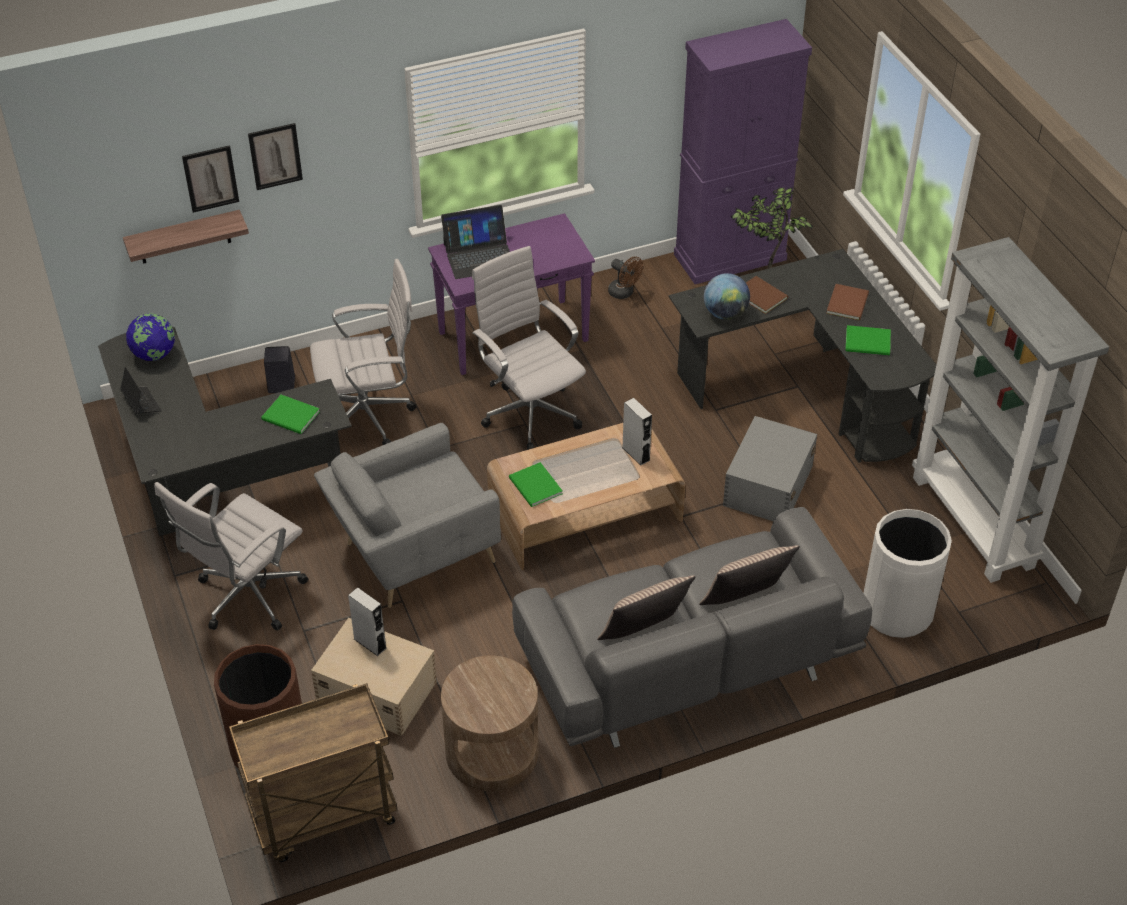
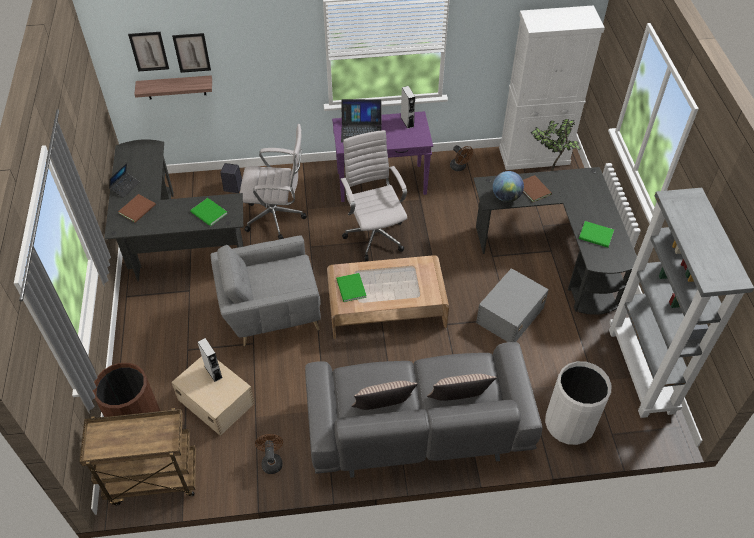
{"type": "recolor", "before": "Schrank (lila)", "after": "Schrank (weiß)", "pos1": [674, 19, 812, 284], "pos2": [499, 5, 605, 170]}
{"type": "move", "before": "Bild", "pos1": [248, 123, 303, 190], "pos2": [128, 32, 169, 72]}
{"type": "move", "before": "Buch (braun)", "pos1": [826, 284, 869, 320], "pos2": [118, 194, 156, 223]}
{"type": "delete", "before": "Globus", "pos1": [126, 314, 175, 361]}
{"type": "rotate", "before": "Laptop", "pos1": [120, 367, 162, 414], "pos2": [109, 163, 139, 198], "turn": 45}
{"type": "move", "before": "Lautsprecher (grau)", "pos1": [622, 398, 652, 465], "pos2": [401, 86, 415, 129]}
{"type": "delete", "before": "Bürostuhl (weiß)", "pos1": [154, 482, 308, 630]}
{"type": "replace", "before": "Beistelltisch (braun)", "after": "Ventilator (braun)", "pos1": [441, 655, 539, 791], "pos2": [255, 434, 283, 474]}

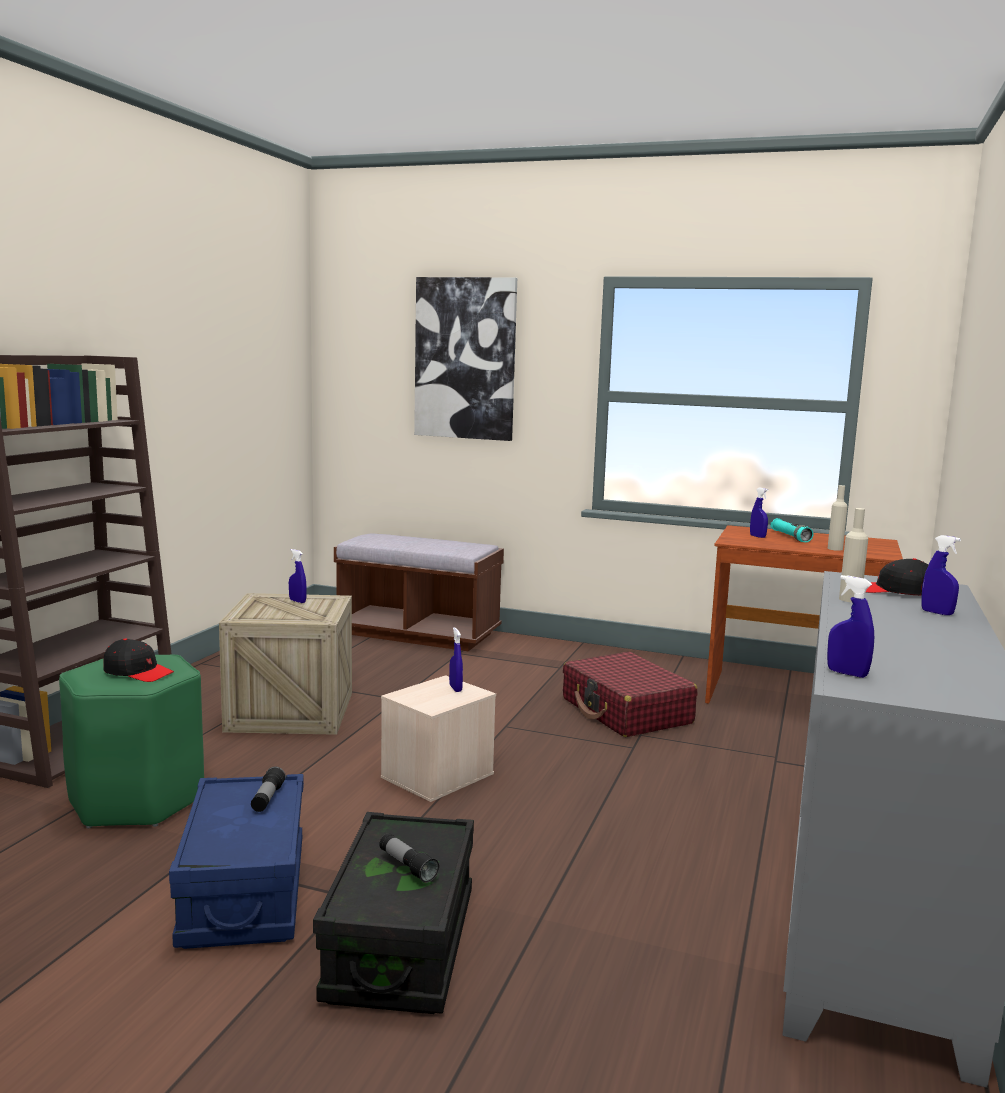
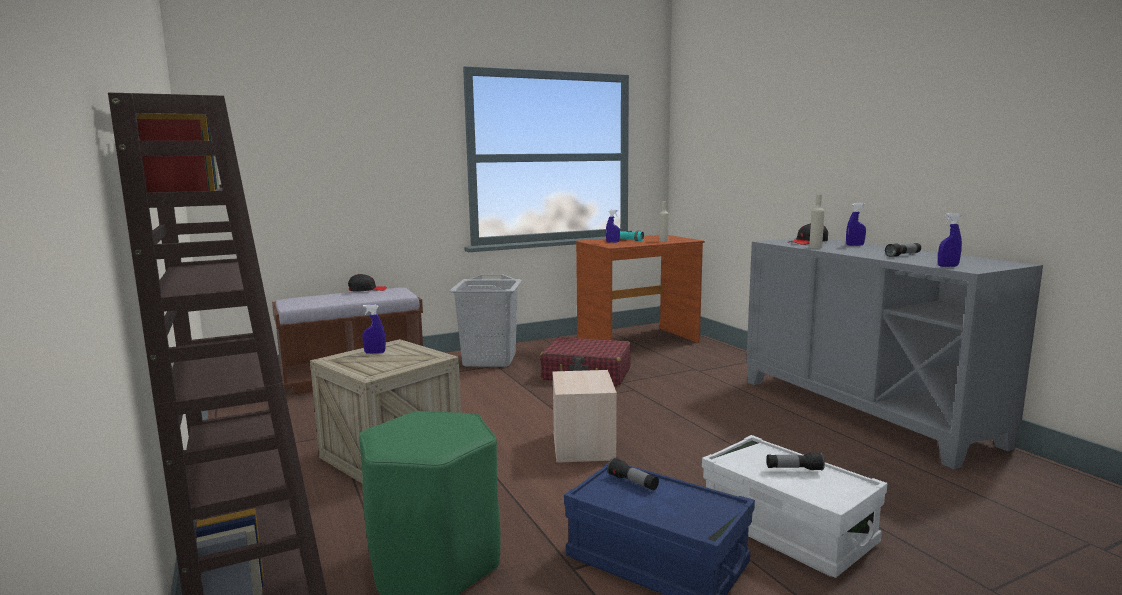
{"type": "delete", "before": "Bild", "pos1": [414, 277, 517, 441]}
{"type": "delete", "before": "Sprühflasche (blau)", "pos1": [449, 627, 463, 692]}
{"type": "move", "before": "Kappe (schwarz)", "pos1": [104, 638, 174, 682], "pos2": [348, 274, 387, 292]}
{"type": "recolor", "before": "Aufbewahrungsbox (schwarz)", "after": "Aufbewahrungsbox (weiß)", "pos1": [313, 812, 474, 1014], "pos2": [702, 435, 887, 578]}
{"type": "insert", "after": "Taschenlampe", "pos2": [885, 243, 921, 257]}
{"type": "insert", "after": "Wäschekorb (grau)", "pos2": [449, 275, 522, 367]}

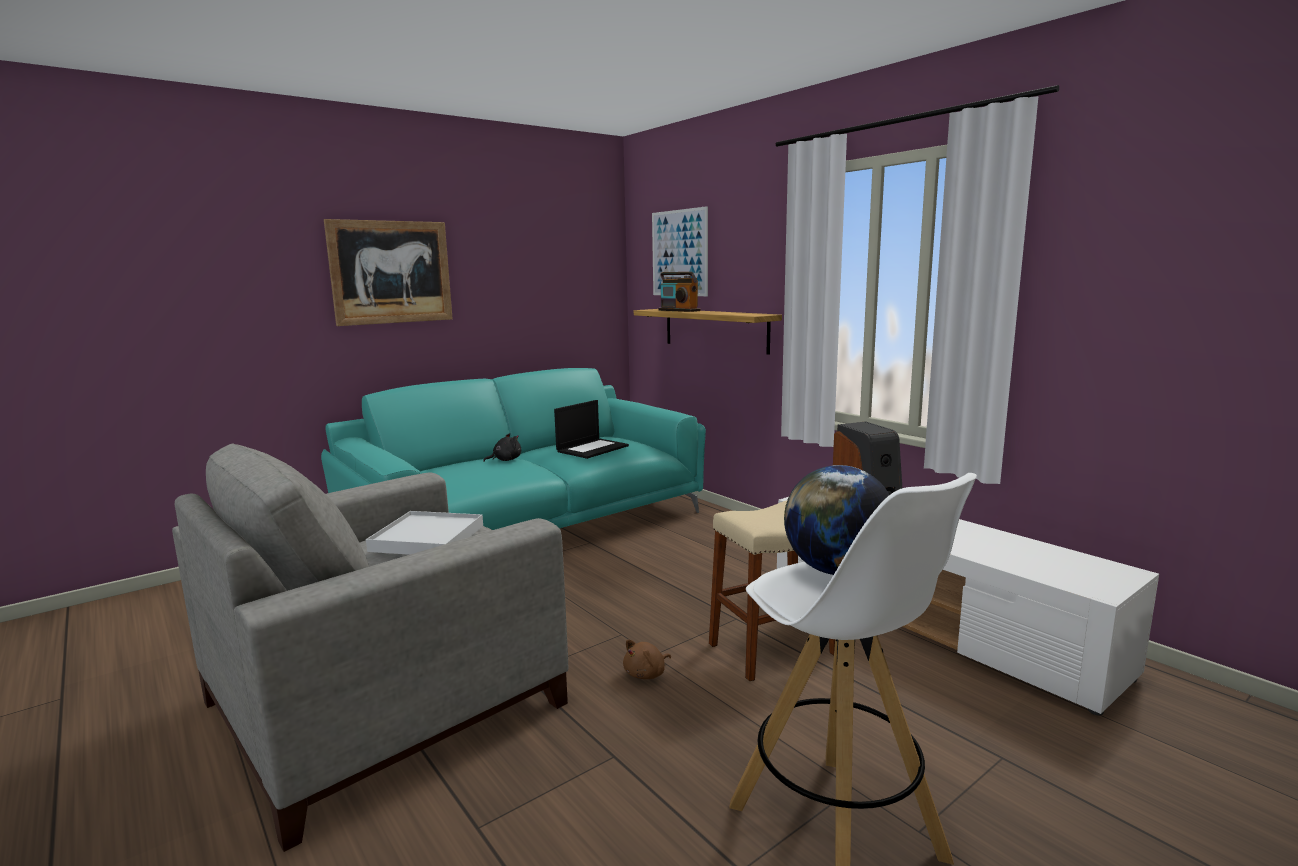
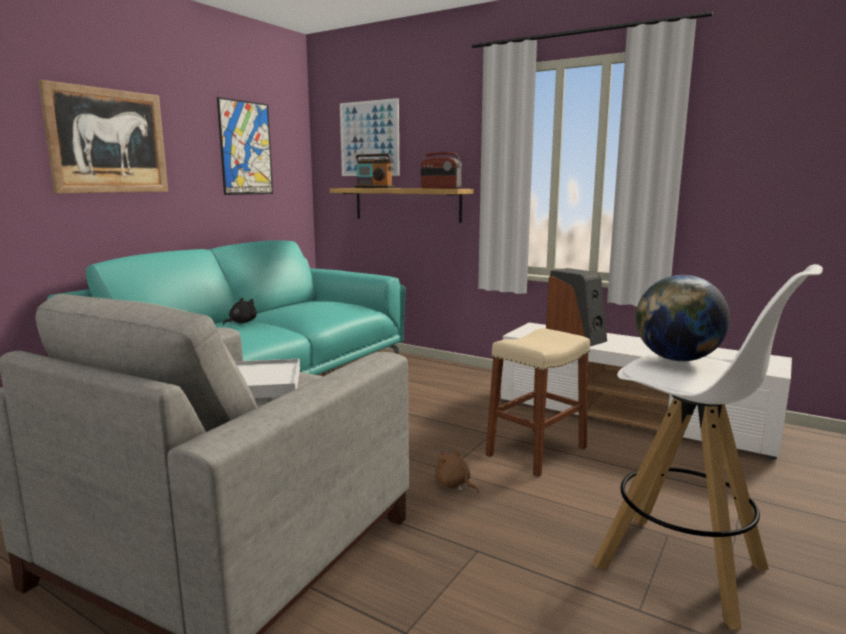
{"type": "delete", "before": "Laptop", "pos1": [554, 400, 629, 459]}
{"type": "rotate", "before": "Plüschtier (braun)", "pos1": [623, 640, 671, 679], "pos2": [435, 448, 479, 493], "turn": 105}
{"type": "insert", "after": "Bild", "pos2": [217, 97, 273, 195]}
{"type": "insert", "after": "Radio", "pos2": [421, 152, 462, 189]}

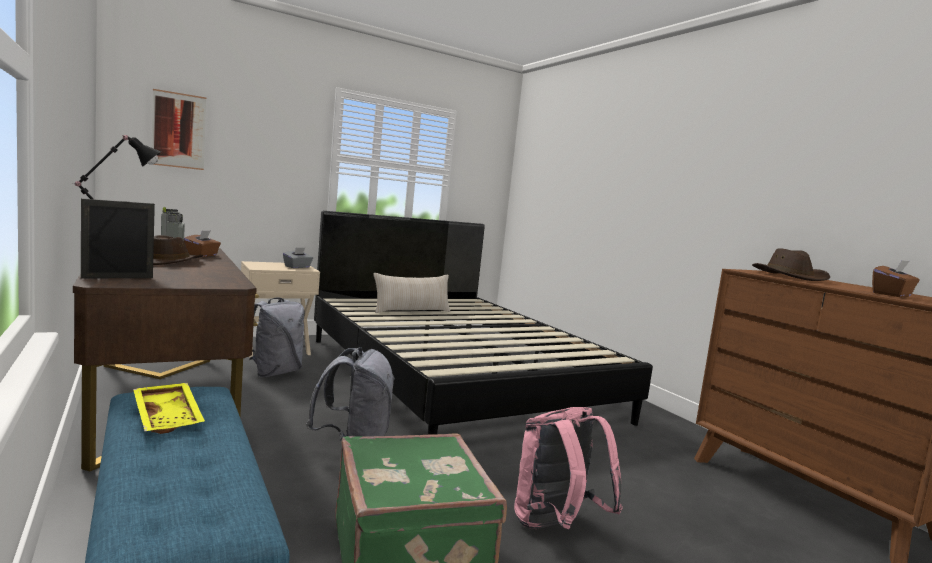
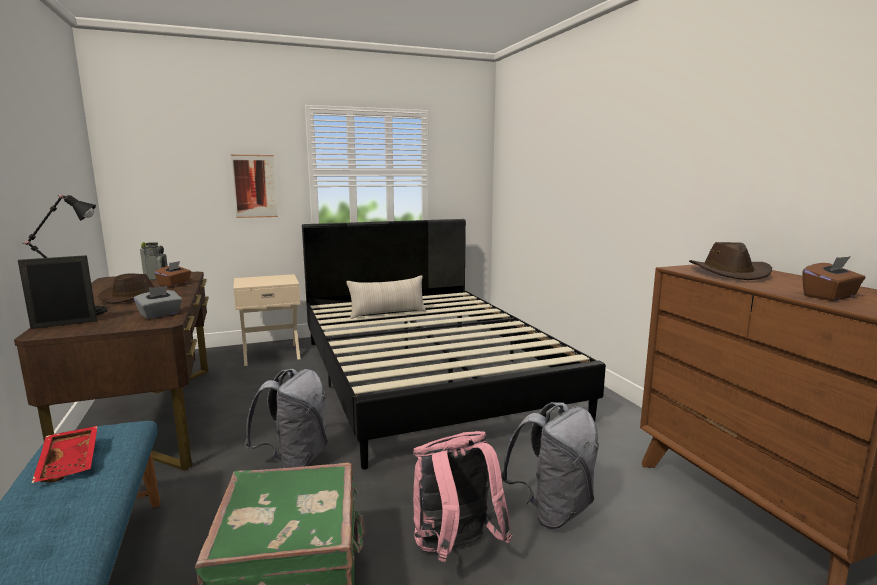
{"type": "move", "before": "Bild", "pos1": [152, 89, 206, 170], "pos2": [231, 155, 278, 218]}
{"type": "move", "before": "Taschentuchbox (grau)", "pos1": [283, 248, 313, 268], "pos2": [134, 286, 182, 319]}
{"type": "move", "before": "Rucksack (grau)", "pos1": [249, 298, 305, 377], "pos2": [501, 402, 599, 529]}
{"type": "recolor", "before": "Tablett (gelb)", "after": "Tablett (rot)", "pos1": [133, 383, 205, 434], "pos2": [32, 426, 98, 483]}

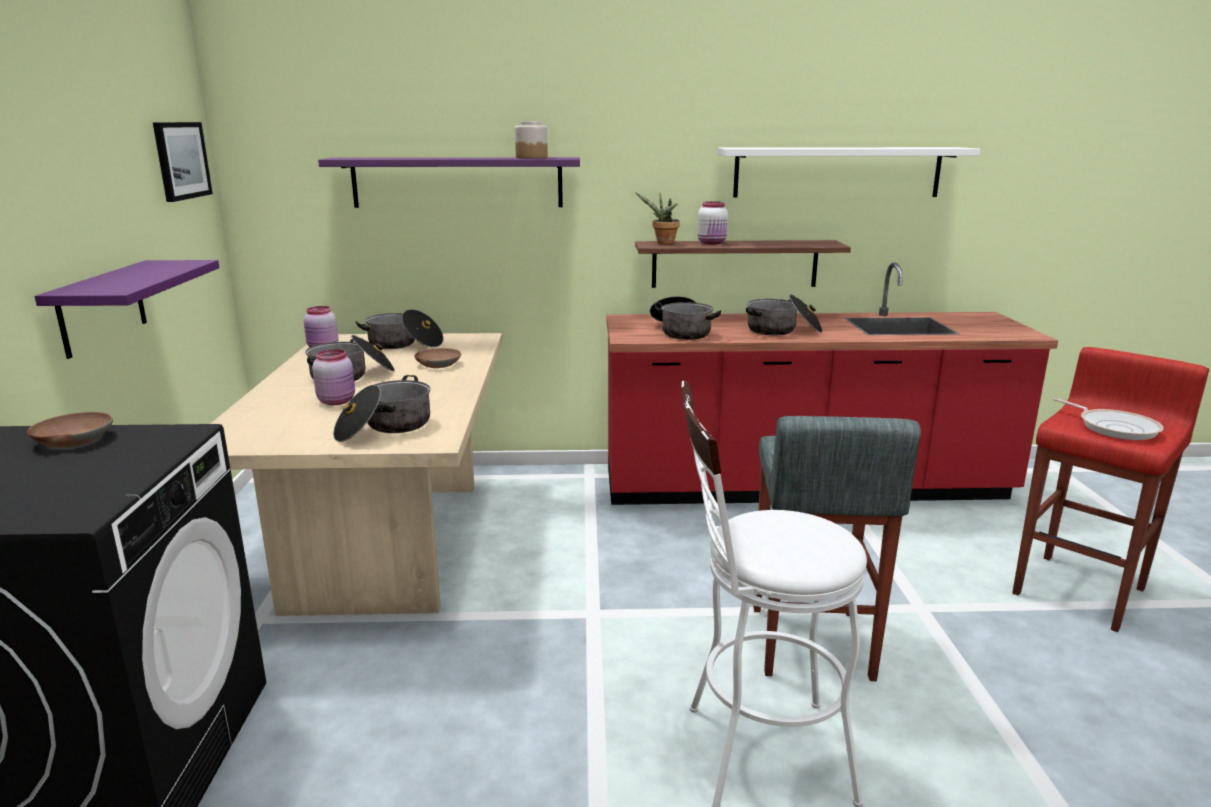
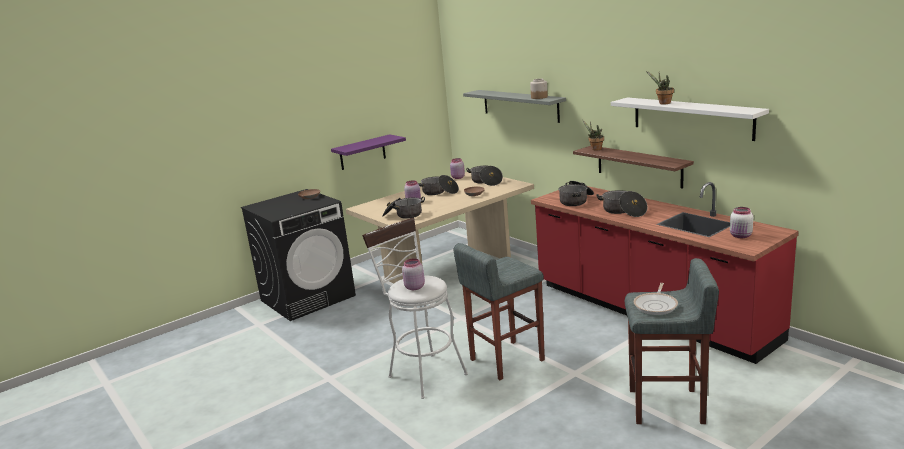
{"type": "delete", "before": "Bild", "pos1": [153, 122, 213, 202]}
{"type": "recolor", "before": "Wandregal (lila)", "after": "Wandregal (grau)", "pos1": [318, 157, 580, 208], "pos2": [463, 90, 566, 123]}
{"type": "move", "before": "Vorratsglas (weiß)", "pos1": [697, 201, 728, 244], "pos2": [730, 207, 753, 238]}
{"type": "recolor", "before": "Hocker (rot)", "after": "Hocker (grau)", "pos1": [1012, 347, 1209, 632], "pos2": [625, 258, 719, 424]}
{"type": "insert", "after": "Topfpflanze", "pos2": [646, 71, 674, 104]}
{"type": "insert", "after": "Vorratsglas (rosa)", "pos2": [402, 259, 425, 290]}

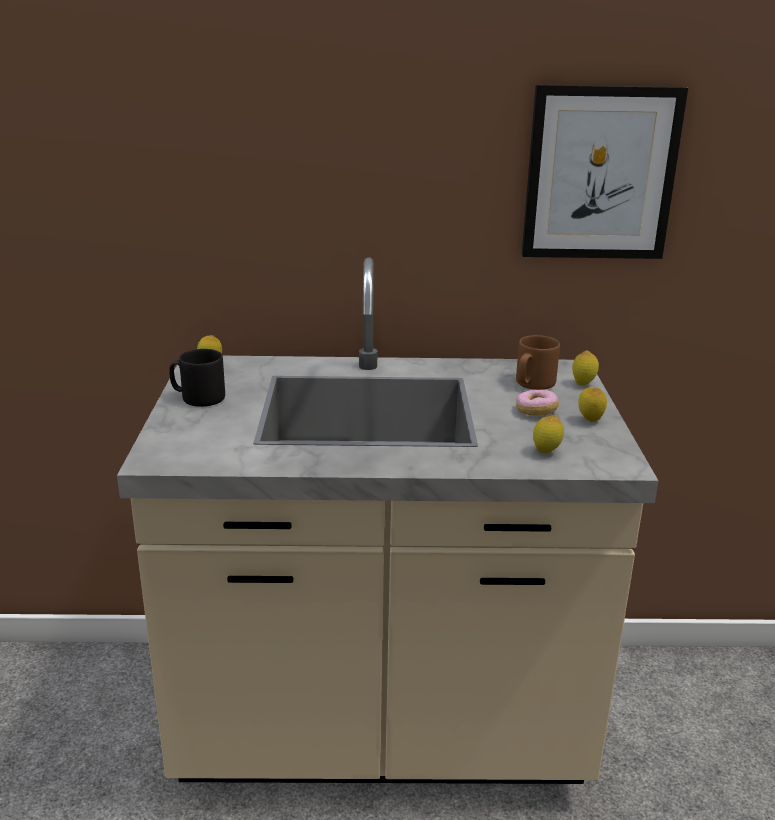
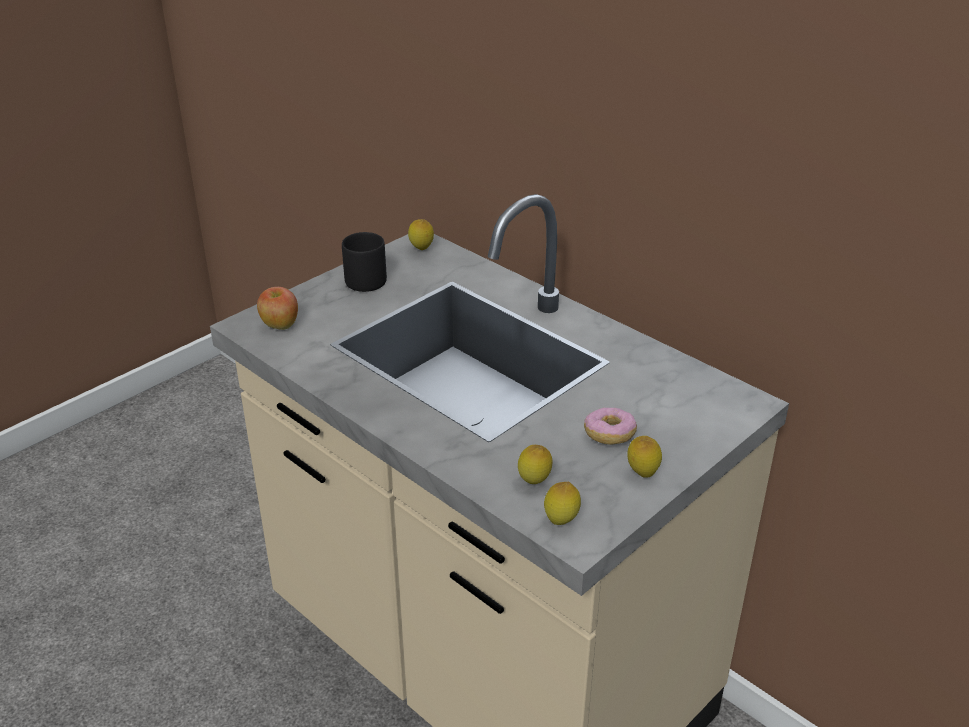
{"type": "delete", "before": "Bild", "pos1": [522, 85, 688, 259]}
{"type": "delete", "before": "Henkelbecher (braun)", "pos1": [516, 335, 560, 390]}
{"type": "move", "before": "Zitrone", "pos1": [572, 350, 599, 385], "pos2": [544, 482, 581, 525]}
{"type": "insert", "after": "Apfel", "pos2": [257, 287, 298, 330]}

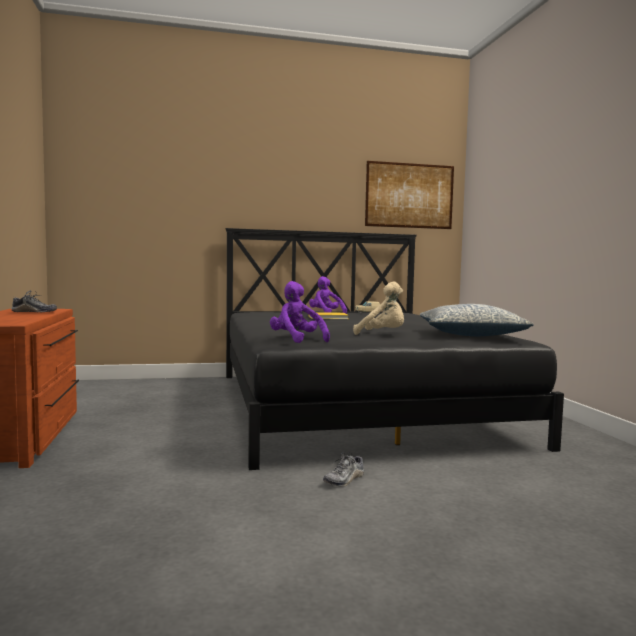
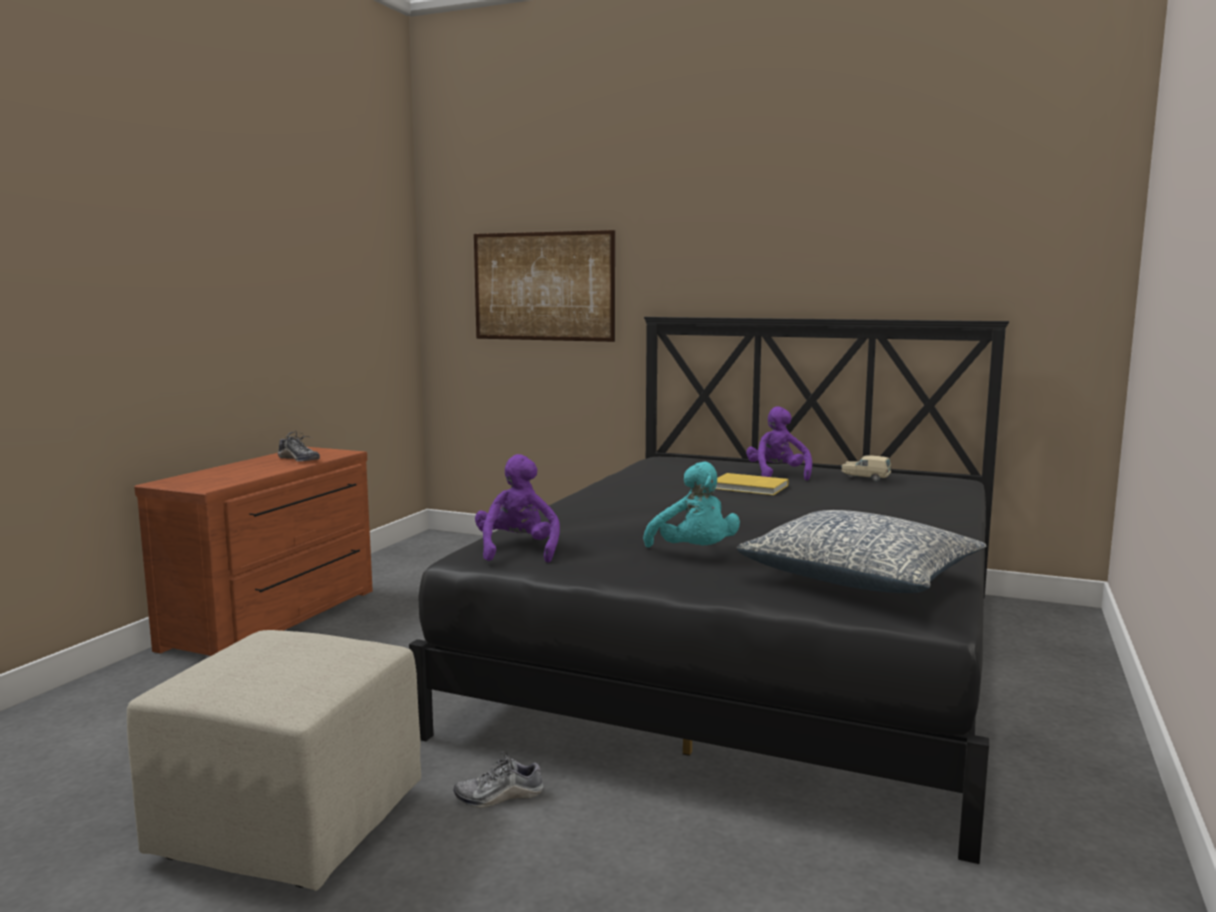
{"type": "move", "before": "Bild", "pos1": [365, 161, 454, 229], "pos2": [474, 230, 615, 342]}
{"type": "recolor", "before": "Plüschtier (beige)", "after": "Plüschtier (türkis)", "pos1": [353, 282, 404, 335], "pos2": [643, 462, 740, 547]}
{"type": "insert", "after": "Polsterhocker (beige)", "pos2": [127, 630, 421, 891]}

